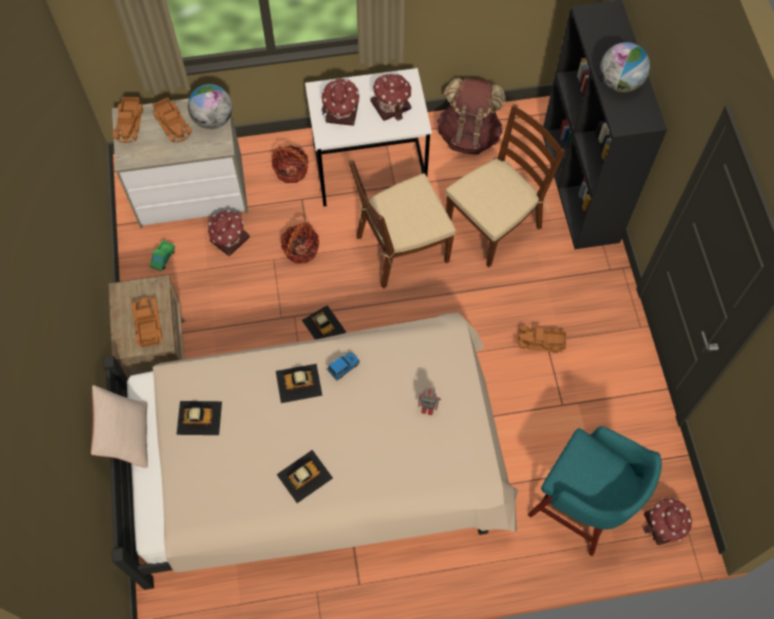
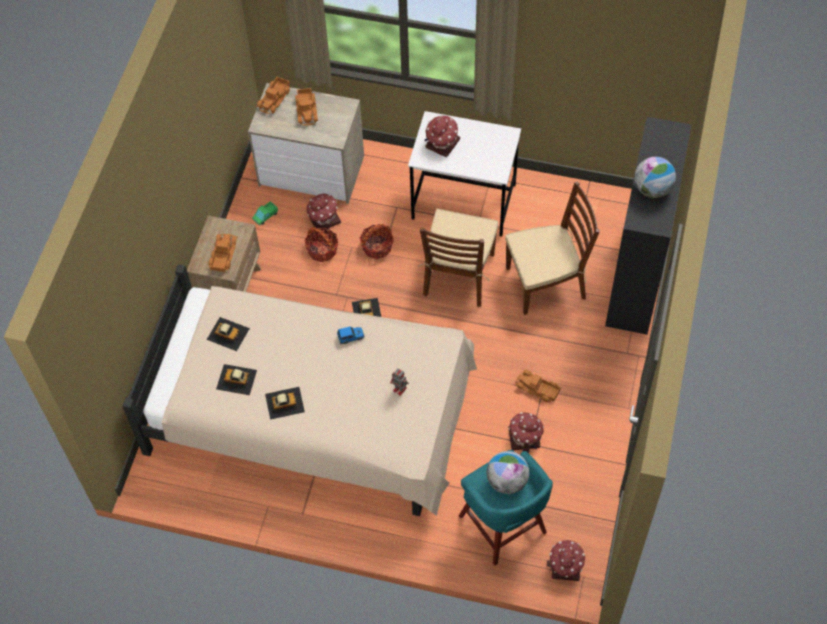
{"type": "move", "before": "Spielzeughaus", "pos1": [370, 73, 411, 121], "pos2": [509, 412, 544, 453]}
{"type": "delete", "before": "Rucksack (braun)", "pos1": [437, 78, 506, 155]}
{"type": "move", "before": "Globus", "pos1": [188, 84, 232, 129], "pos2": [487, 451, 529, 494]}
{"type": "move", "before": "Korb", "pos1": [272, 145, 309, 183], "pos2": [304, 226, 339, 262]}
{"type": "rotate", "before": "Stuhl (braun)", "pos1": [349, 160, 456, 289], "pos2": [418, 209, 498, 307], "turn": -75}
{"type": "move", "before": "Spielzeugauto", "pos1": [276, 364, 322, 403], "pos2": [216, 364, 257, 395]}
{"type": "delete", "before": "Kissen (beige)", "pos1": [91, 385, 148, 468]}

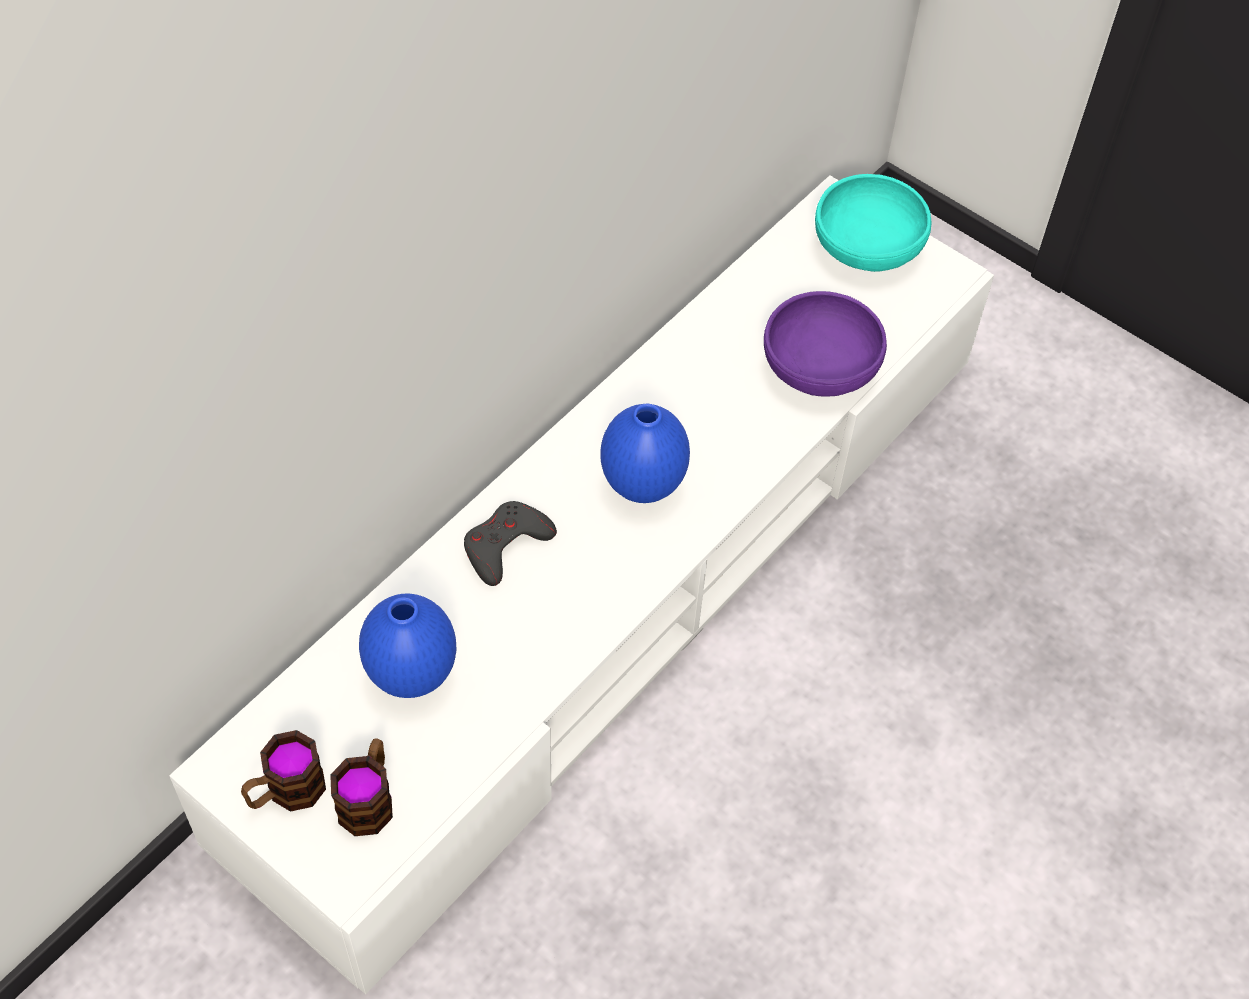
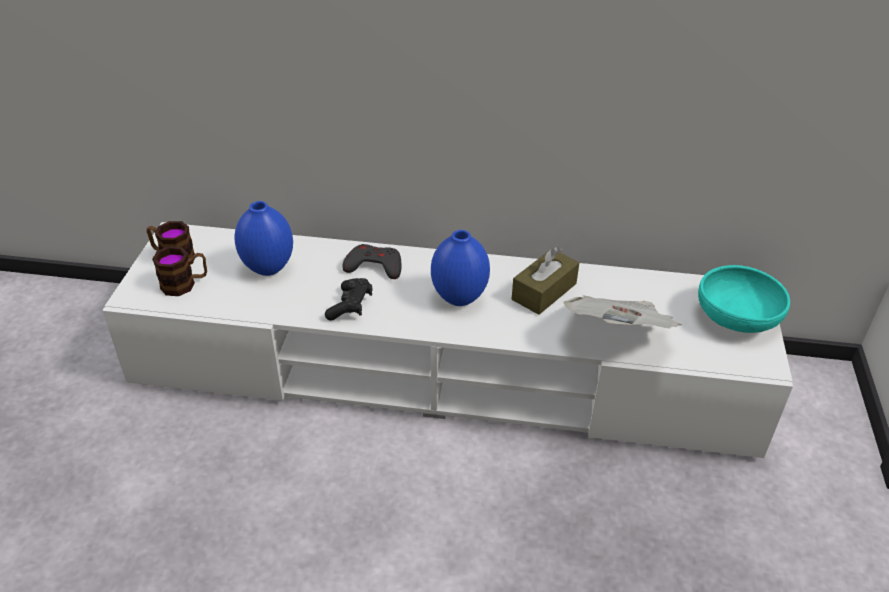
{"type": "replace", "before": "Schüssel (lila)", "after": "Zeitung", "pos1": [764, 291, 887, 397], "pos2": [564, 295, 682, 328]}
{"type": "insert", "after": "Taschentuchbox (braun)", "pos2": [512, 246, 579, 315]}
{"type": "insert", "after": "Gamepad (schwarz)", "pos2": [325, 278, 372, 321]}

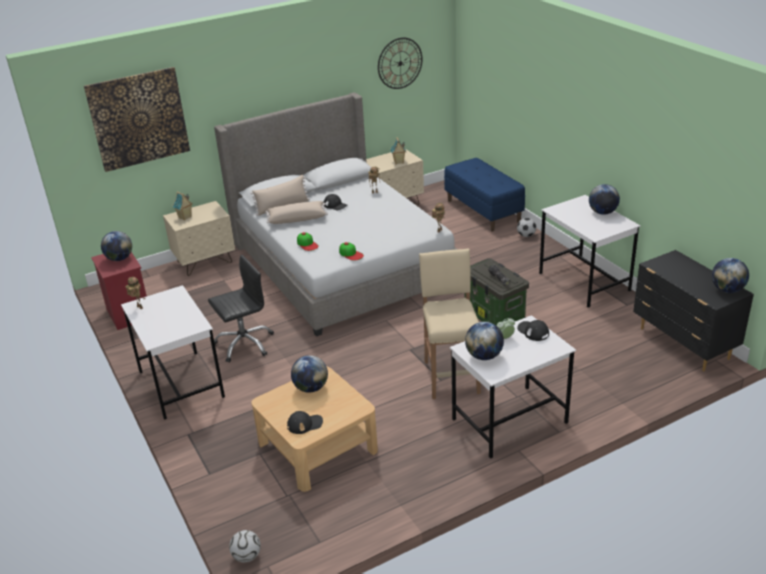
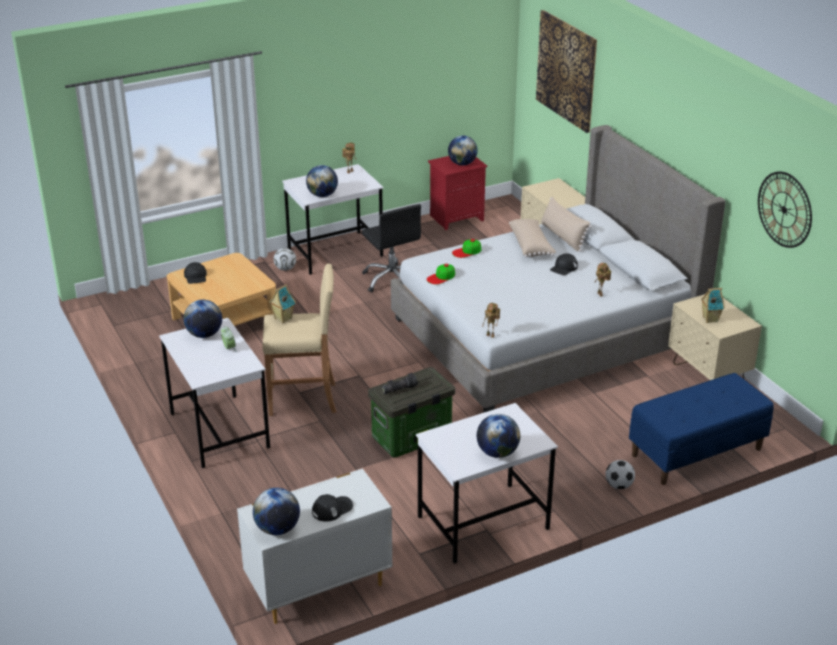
{"type": "move", "before": "Spielzeughaus", "pos1": [173, 192, 193, 221], "pos2": [269, 284, 296, 323]}
{"type": "recolor", "before": "Kommode (schwarz)", "after": "Kommode (weiß)", "pos1": [633, 250, 754, 372], "pos2": [237, 468, 392, 624]}
{"type": "move", "before": "Kappe (schwarz)", "pos1": [517, 320, 549, 341], "pos2": [312, 494, 353, 522]}
{"type": "move", "before": "Globus", "pos1": [291, 355, 328, 393], "pos2": [306, 165, 338, 197]}
{"type": "move", "before": "Fußball", "pos1": [229, 530, 261, 563], "pos2": [274, 248, 296, 271]}

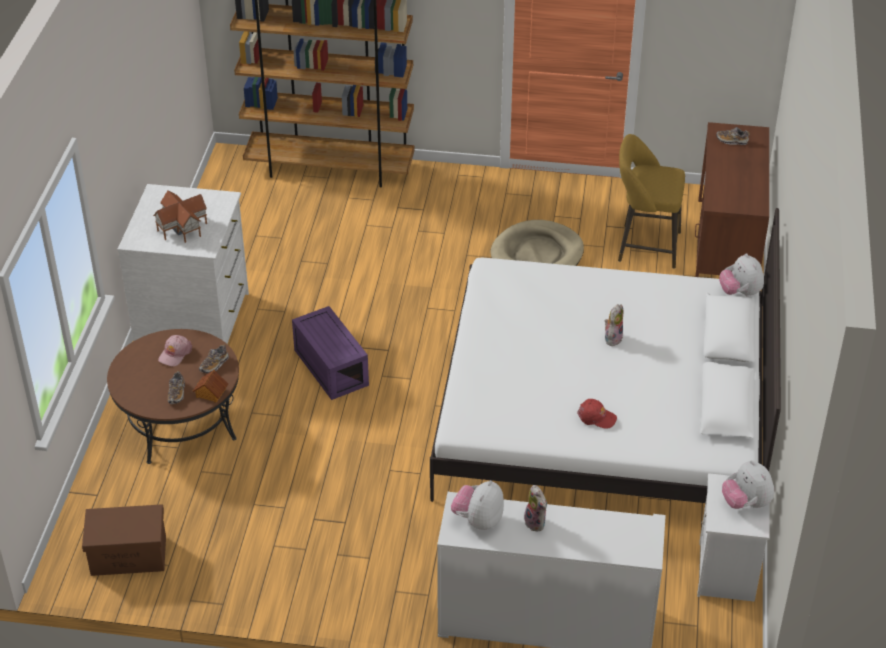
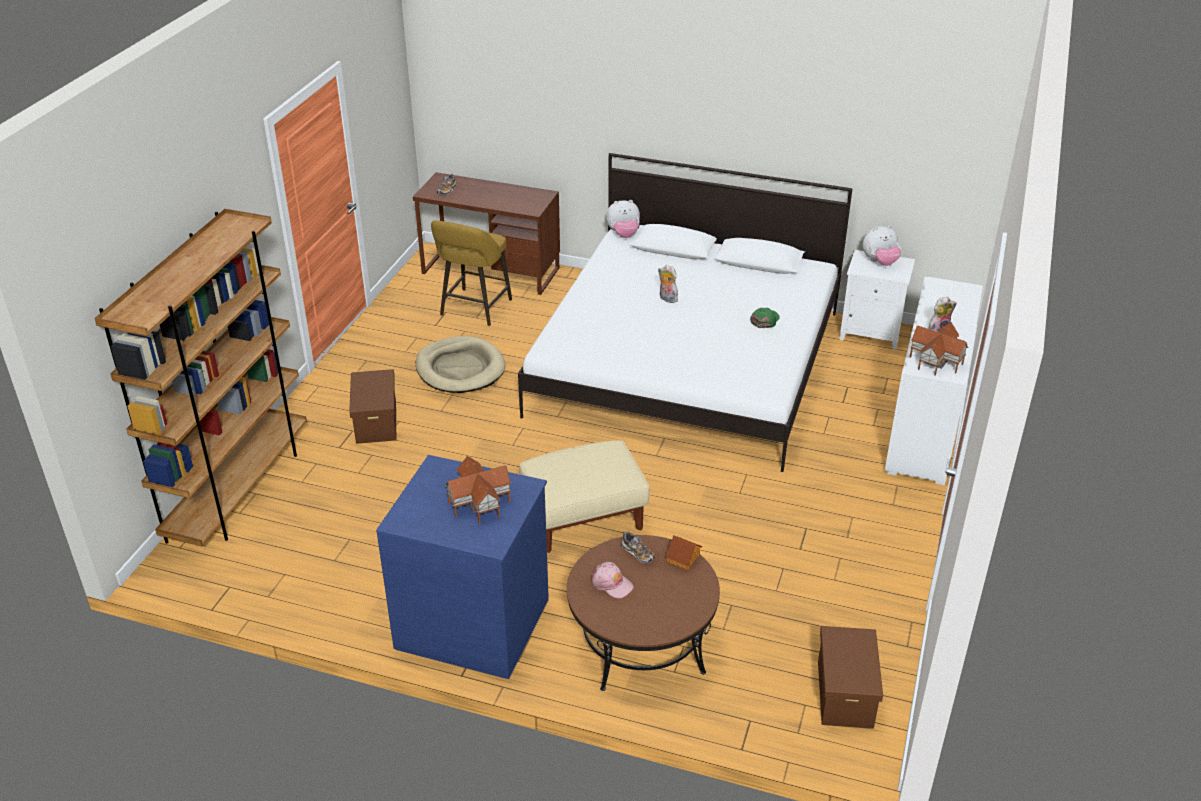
{"type": "recolor", "before": "Kommode (weiß)", "after": "Kommode (blau)", "pos1": [117, 184, 249, 344], "pos2": [376, 455, 549, 679]}
{"type": "replace", "before": "Aufbewahrungsbox (lila)", "after": "Polsterhocker (beige)", "pos1": [292, 306, 369, 400], "pos2": [519, 440, 650, 553]}
{"type": "delete", "before": "Schuh", "pos1": [168, 371, 185, 404]}
{"type": "recolor", "before": "Kappe (rot)", "after": "Kappe (grün)", "pos1": [577, 399, 617, 429], "pos2": [750, 308, 780, 328]}
{"type": "replace", "before": "Plüschtier", "after": "Spielzeughaus", "pos1": [451, 480, 504, 530], "pos2": [910, 322, 969, 376]}
{"type": "insert", "after": "Aufbewahrungsbox (braun)", "pos2": [349, 369, 396, 444]}

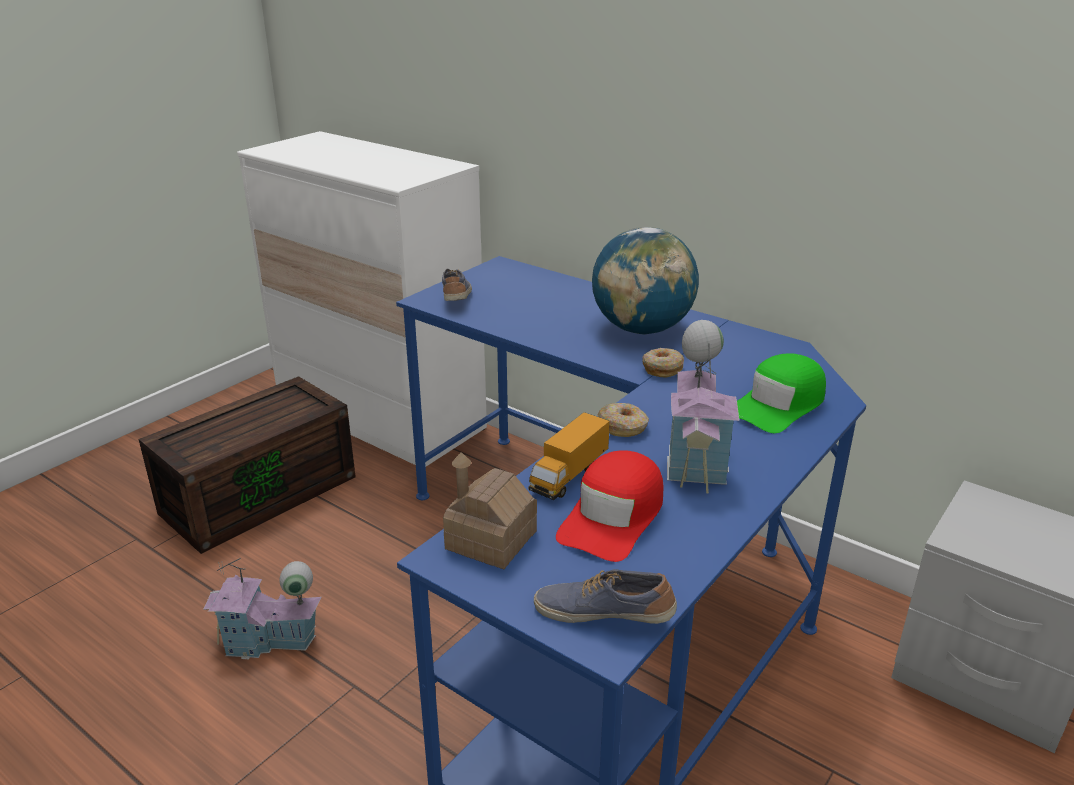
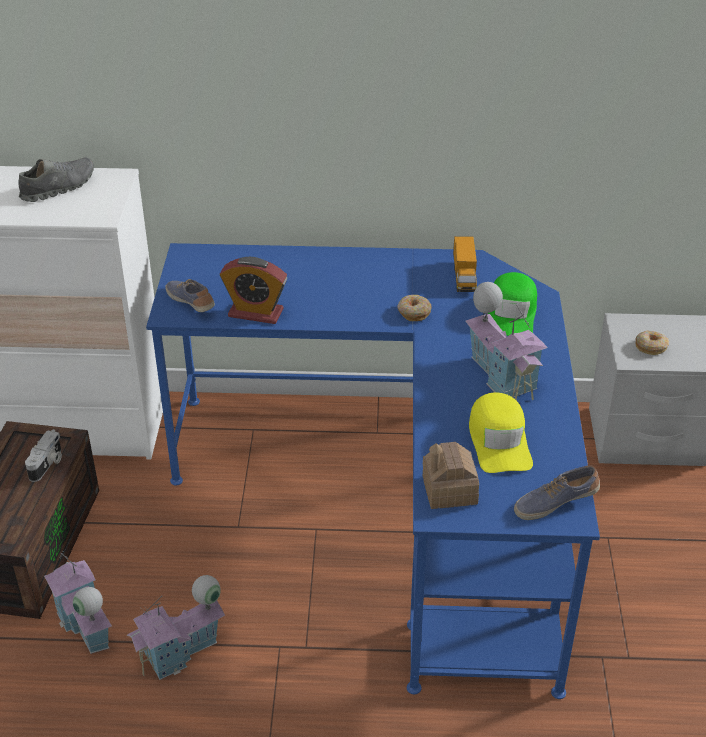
{"type": "delete", "before": "Globus", "pos1": [592, 227, 699, 335]}
{"type": "move", "before": "Donut", "pos1": [598, 403, 649, 437], "pos2": [636, 331, 669, 355]}
{"type": "move", "before": "Spielzeuglaster", "pos1": [529, 412, 610, 500], "pos2": [453, 236, 477, 292]}
{"type": "recolor", "before": "Kappe (rot)", "after": "Kappe (gelb)", "pos1": [556, 450, 663, 562], "pos2": [469, 392, 533, 473]}
{"type": "insert", "after": "Schuh (grau)", "pos2": [18, 157, 94, 202]}
{"type": "insert", "after": "Wecker", "pos2": [220, 257, 287, 324]}
{"type": "insert", "after": "Kamera", "pos2": [25, 429, 62, 482]}
{"type": "insert", "after": "Spielzeughaus", "pos2": [44, 548, 112, 654]}

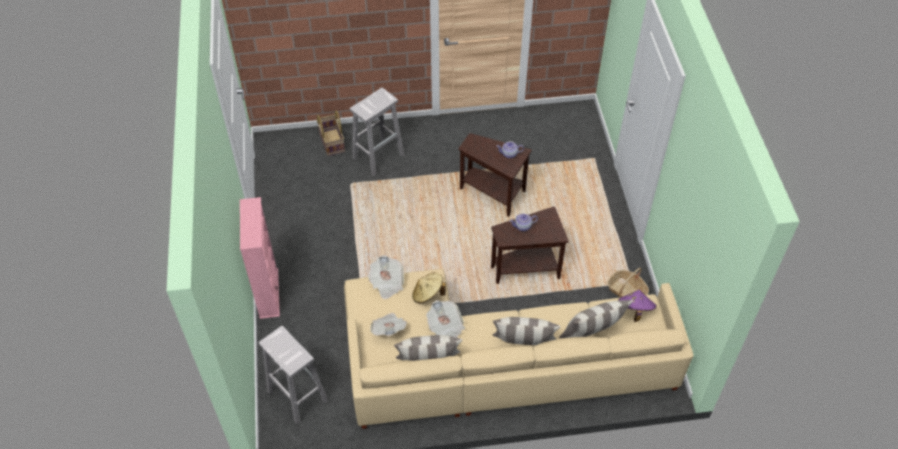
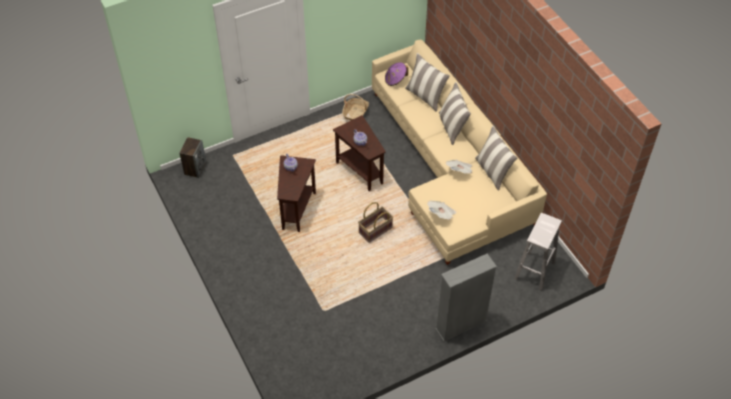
{"type": "delete", "before": "Hocker (weiß)", "pos1": [350, 87, 404, 176]}
{"type": "move", "before": "Korb", "pos1": [317, 110, 345, 156], "pos2": [358, 202, 393, 243]}
{"type": "recolor", "before": "Bücherregal (rosa)", "after": "Bücherregal (grau)", "pos1": [240, 197, 280, 319], "pos2": [435, 254, 497, 342]}
{"type": "delete", "before": "Hut (beige)", "pos1": [412, 272, 446, 303]}
{"type": "delete", "before": "Zeitung", "pos1": [370, 313, 407, 336]}
{"type": "insert", "after": "Lautsprecher", "pos2": [179, 137, 206, 178]}

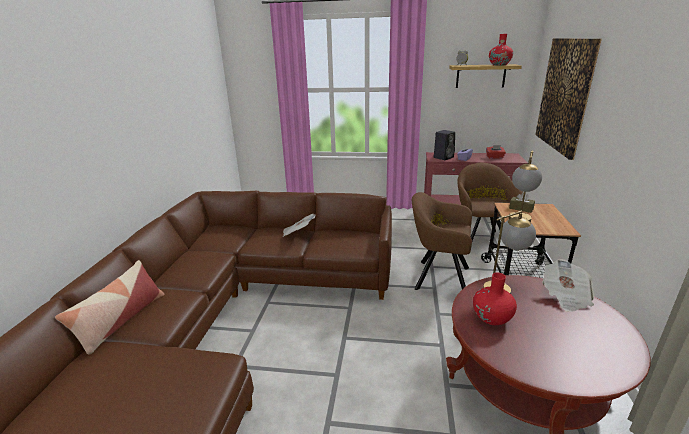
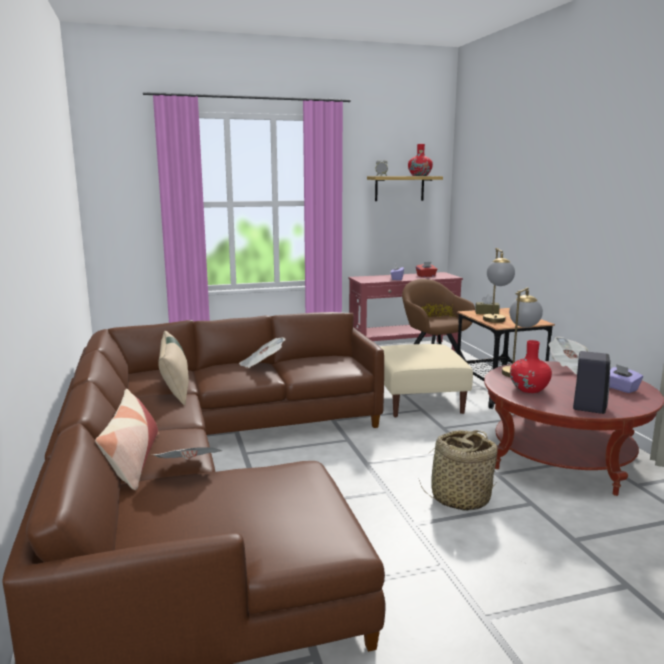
{"type": "delete", "before": "Bild", "pos1": [535, 38, 602, 160]}
{"type": "move", "before": "Lautsprecher (schwarz)", "pos1": [434, 130, 455, 160], "pos2": [573, 351, 610, 414]}
{"type": "replace", "before": "Sessel (braun)", "after": "Polsterhocker (beige)", "pos1": [412, 192, 472, 290], "pos2": [381, 344, 473, 417]}
{"type": "insert", "after": "Kissen (beige)", "pos2": [158, 331, 189, 405]}
{"type": "insert", "after": "Taschentuchbox (lila)", "pos2": [609, 364, 643, 393]}
{"type": "insert", "after": "Korb", "pos2": [419, 430, 498, 511]}
{"type": "insert", "after": "Zeitung", "pos2": [154, 447, 222, 460]}

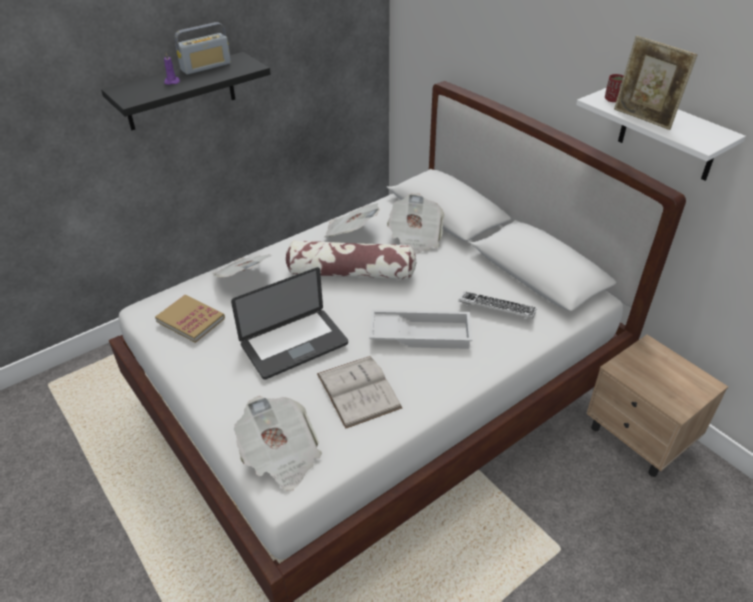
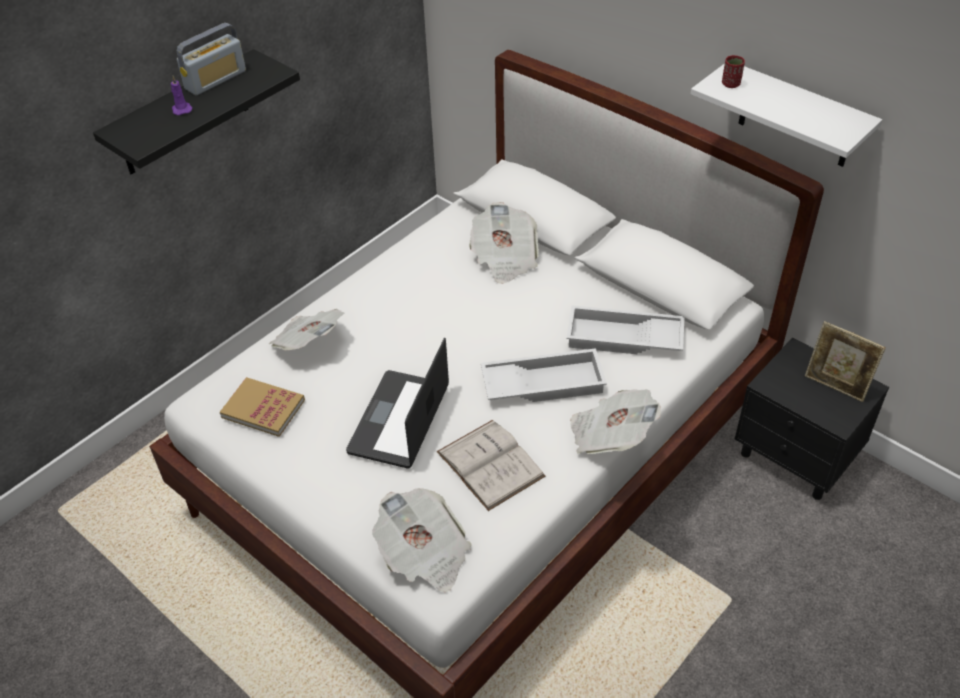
{"type": "move", "before": "Bilderrahmen", "pos1": [614, 36, 698, 130], "pos2": [805, 321, 886, 402]}
{"type": "move", "before": "Zeitung", "pos1": [324, 203, 380, 238], "pos2": [570, 389, 661, 454]}
{"type": "delete", "before": "Kissen", "pos1": [286, 240, 417, 280]}
{"type": "rotate", "before": "Laptop", "pos1": [231, 267, 348, 380], "pos2": [346, 338, 449, 468], "turn": 150}
{"type": "replace", "before": "Tastatur", "after": "Tablett (weiß)", "pos1": [458, 292, 537, 320], "pos2": [567, 305, 684, 354]}
{"type": "recolor", "before": "Nachttisch (beige)", "after": "Nachttisch (schwarz)", "pos1": [586, 335, 728, 477], "pos2": [735, 337, 889, 500]}

